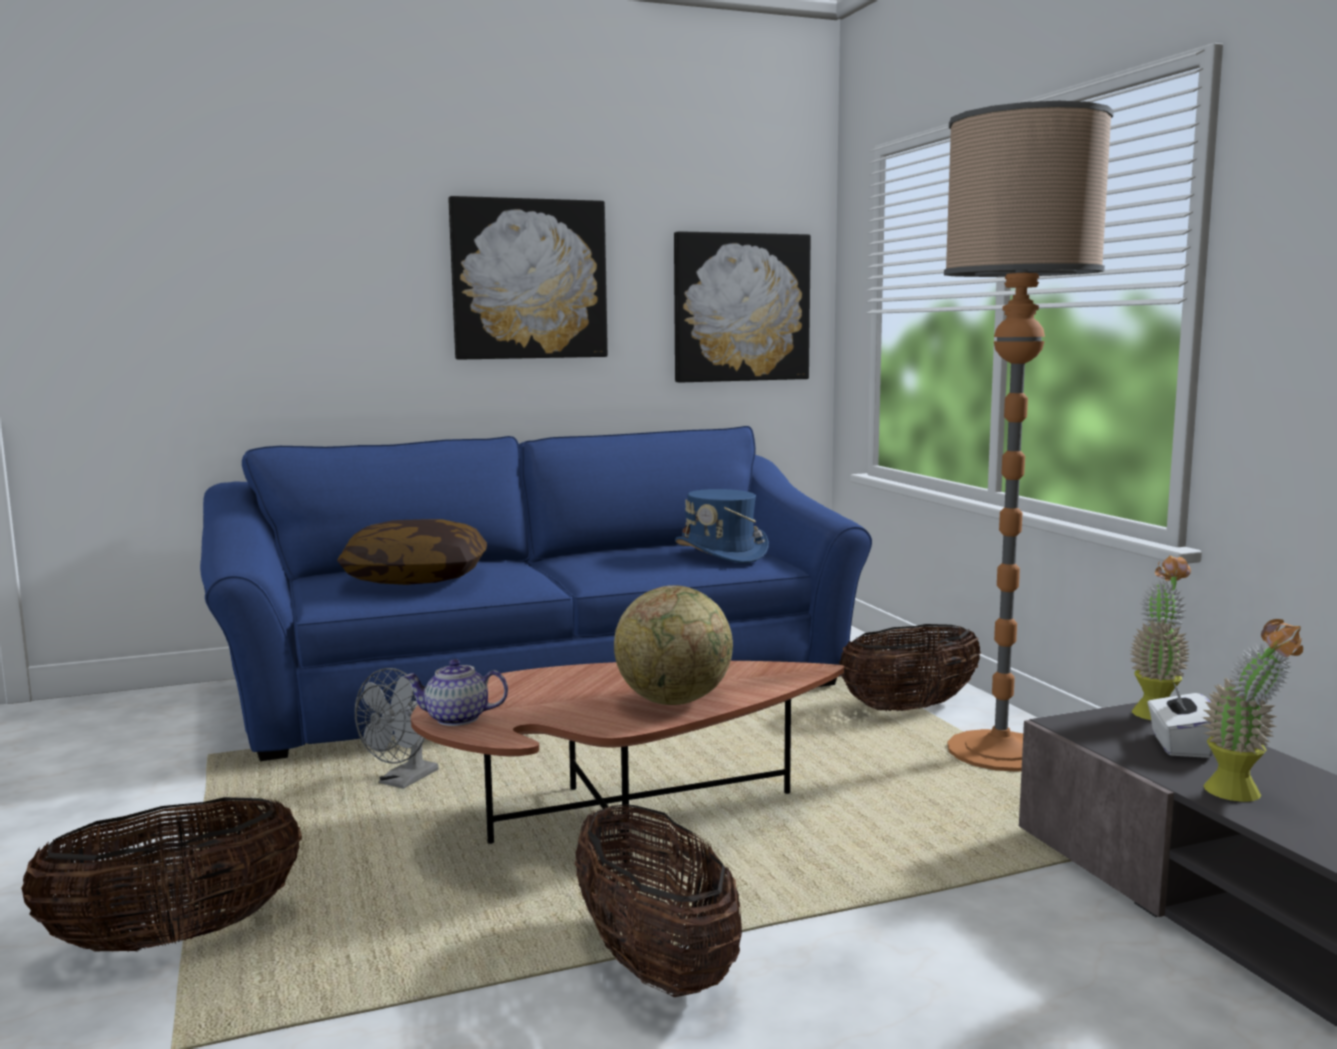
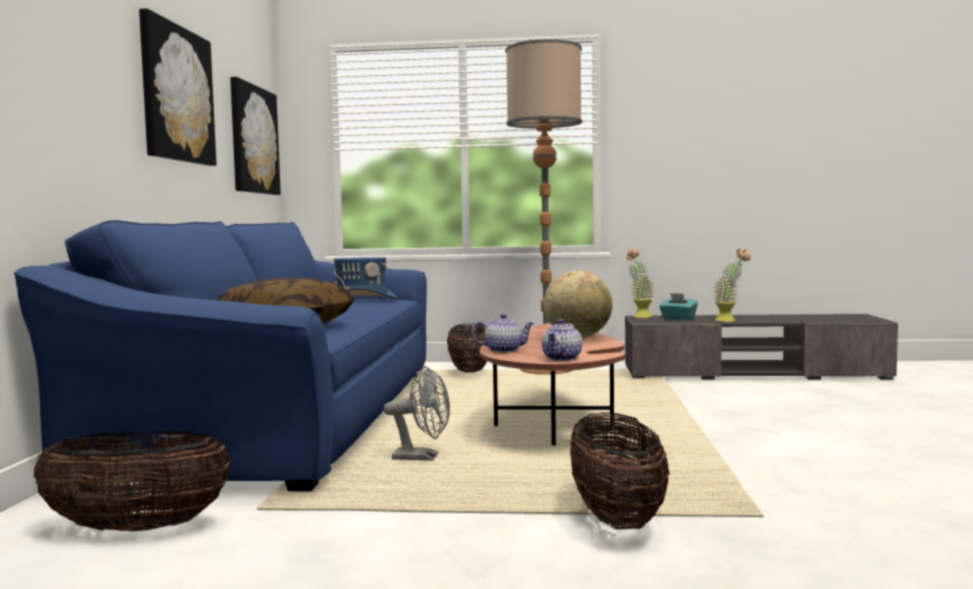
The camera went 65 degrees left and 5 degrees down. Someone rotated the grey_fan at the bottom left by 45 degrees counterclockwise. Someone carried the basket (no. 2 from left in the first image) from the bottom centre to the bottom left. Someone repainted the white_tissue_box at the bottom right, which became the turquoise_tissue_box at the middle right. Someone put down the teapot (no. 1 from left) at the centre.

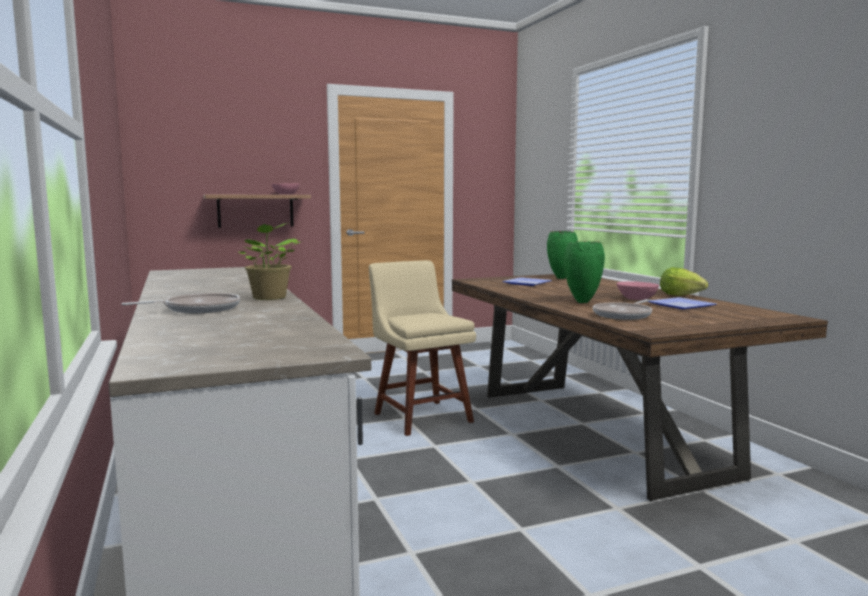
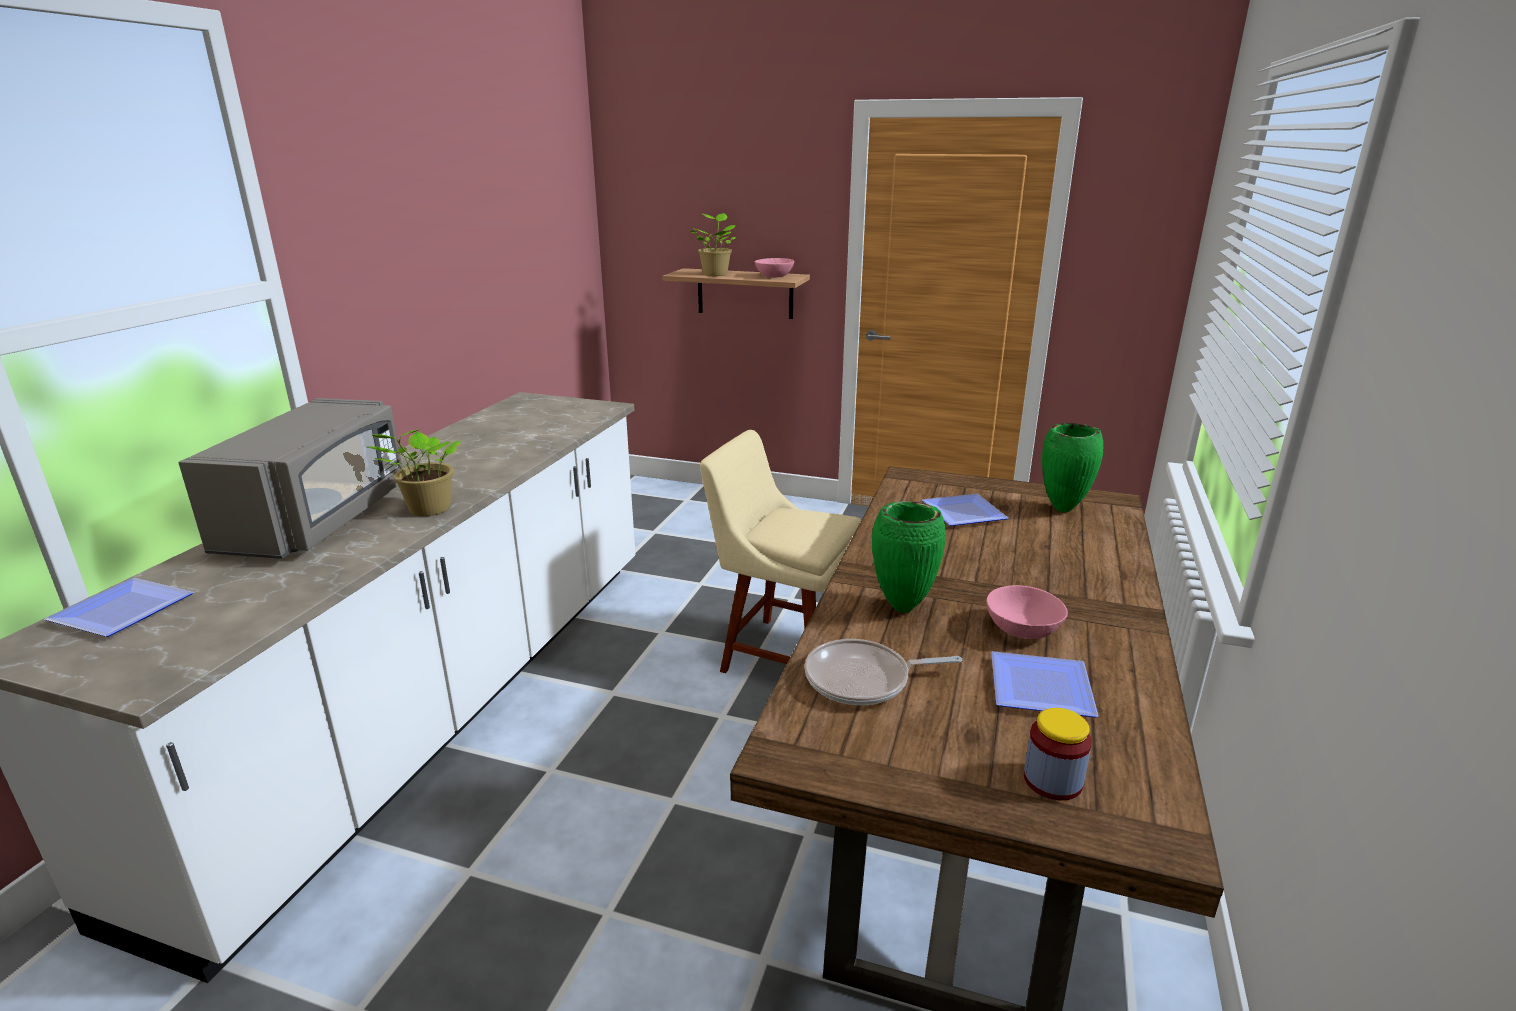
The camera went 40 degrees right and 15 degrees up. Someone swapped the frying_pan (no. 1 from left) at the middle left for the grey_microwave at the middle left. Someone rotated the beige_chair at the centre by 75 degrees counterclockwise. Someone took away the lettuce at the middle right. Someone put down the plate (no. 1 from left) at the middle left. Someone put down the potted_plant (no. 2 from left) at the top centre. Someone put down the jar at the bottom right.

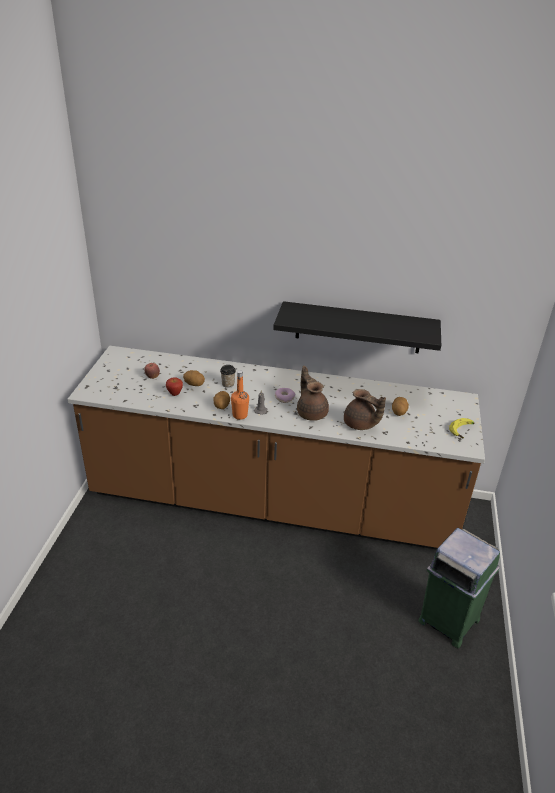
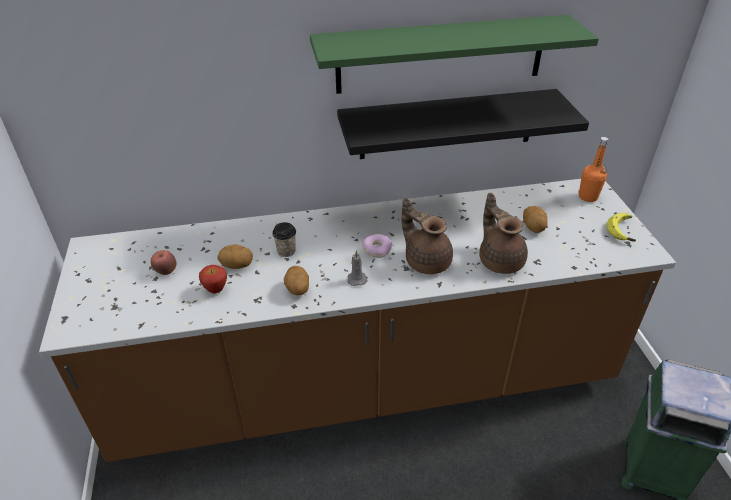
The camera went 20 degrees left and 5 degrees up. Someone carried the orange_bottle from the centre to the middle right. Someone rotated the brown_teapot (no. 2 from left) at the centre by 135 degrees counterclockwise. Someone put up the green_shelf at the top centre.

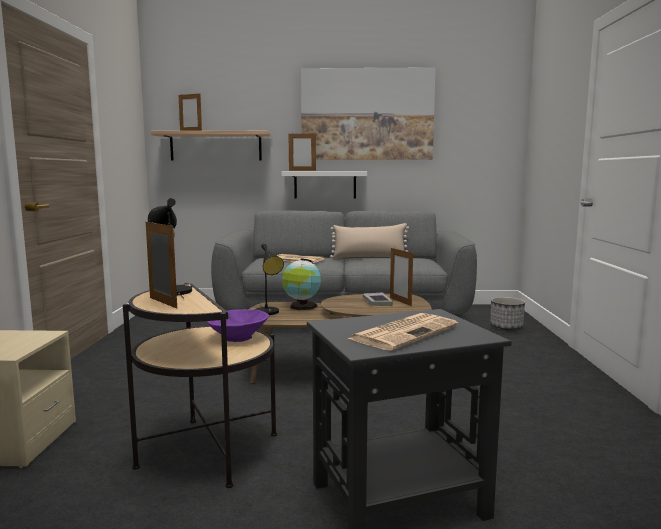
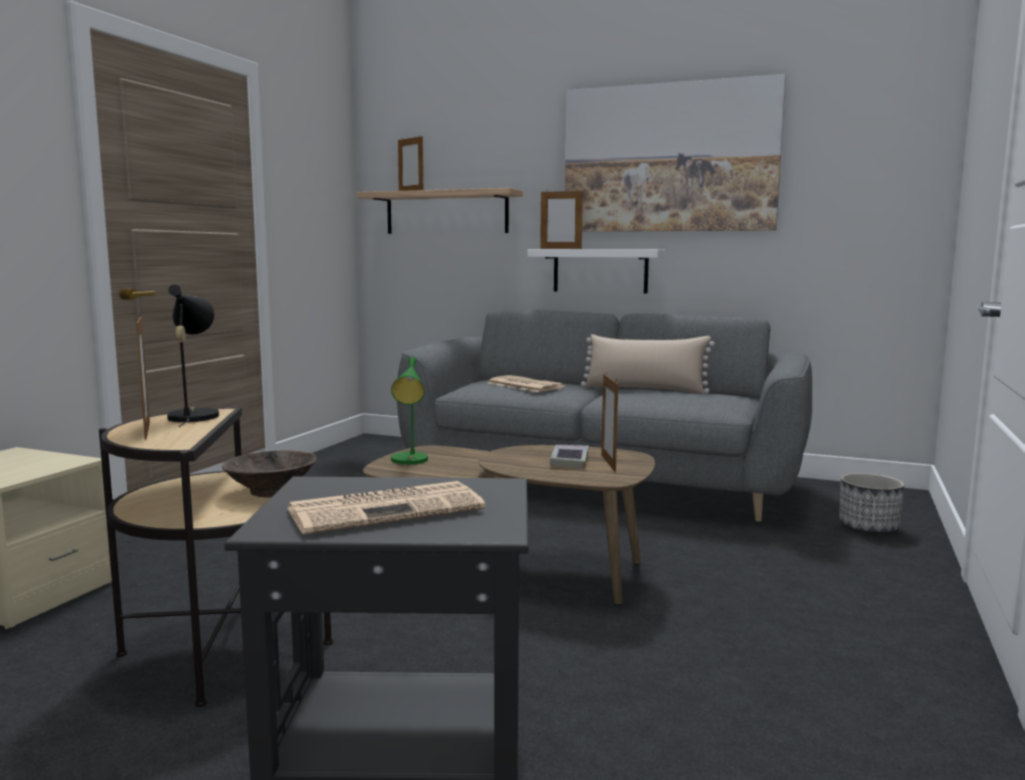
The camera went 20 degrees right and 0 degrees up. Someone repainted the purple_bowl at the centre, which became the brown_bowl at the middle left. Someone repainted the black_table_lamp (no. 2 from left) at the centre, which became the green_table_lamp at the centre. Someone took away the globe at the centre.

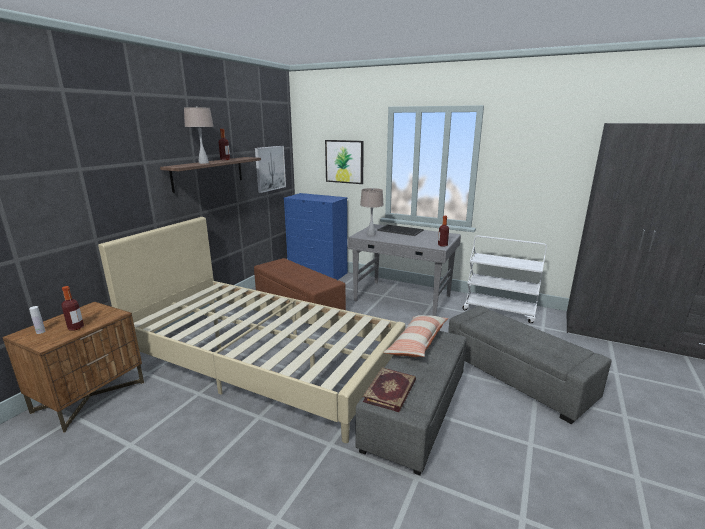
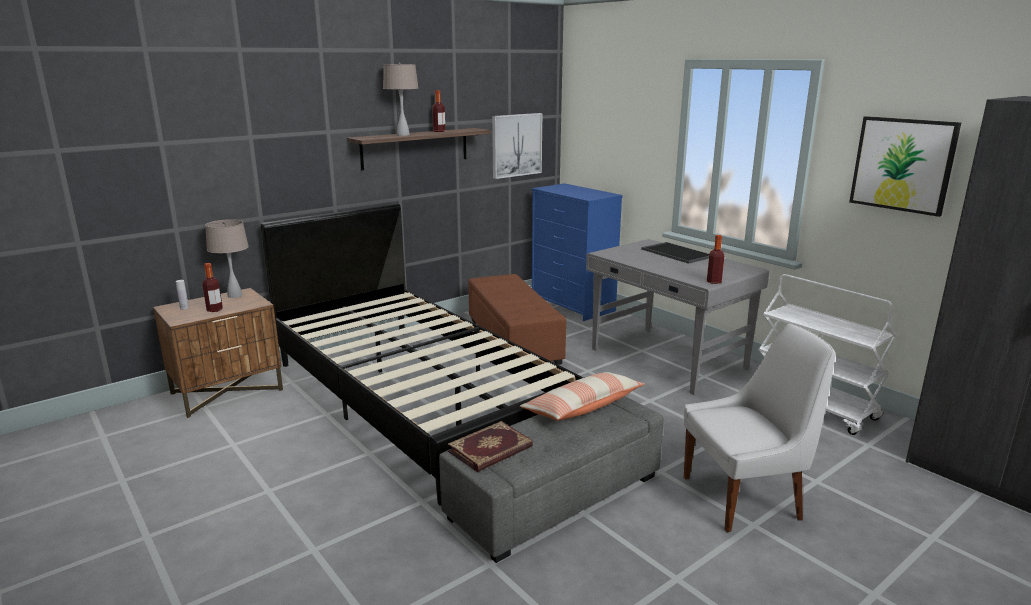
The camera went 25 degrees right and 0 degrees up. Someone repainted the beige_bed at the centre, which became the black_bed at the centre. Someone carried the picture (no. 2 from left) from the top centre to the top right. Someone carried the beige_table_lamp (no. 2 from left in the first image) from the centre to the middle left. Someone swapped the grey_ottoman (no. 2 from left) at the bottom right for the white_chair at the bottom right.

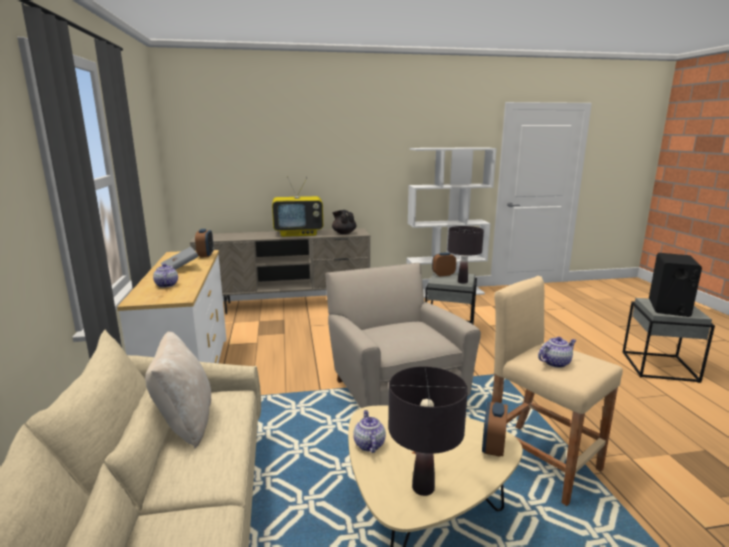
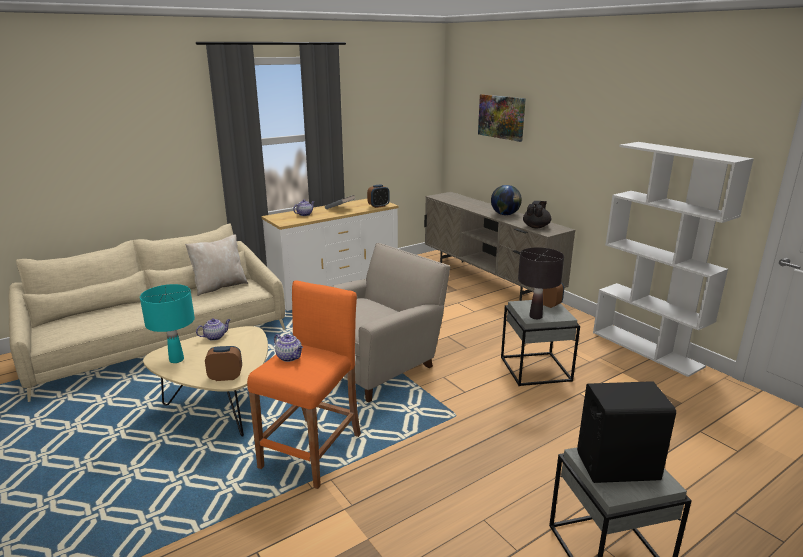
The camera went 65 degrees right and 5 degrees up. Someone swapped the television at the centre for the globe at the centre. Someone repainted the black_table_lamp (no. 1 from left) at the bottom centre, which became the turquoise_table_lamp at the middle left. Someone repainted the beige_stool at the bottom right, which became the orange_stool at the bottom centre. Someone put up the picture at the top centre.

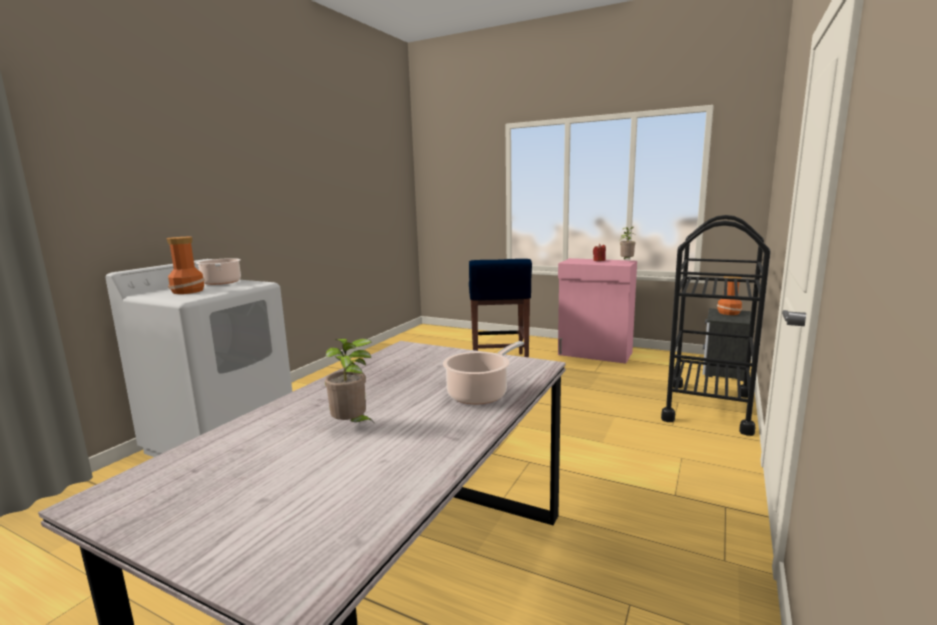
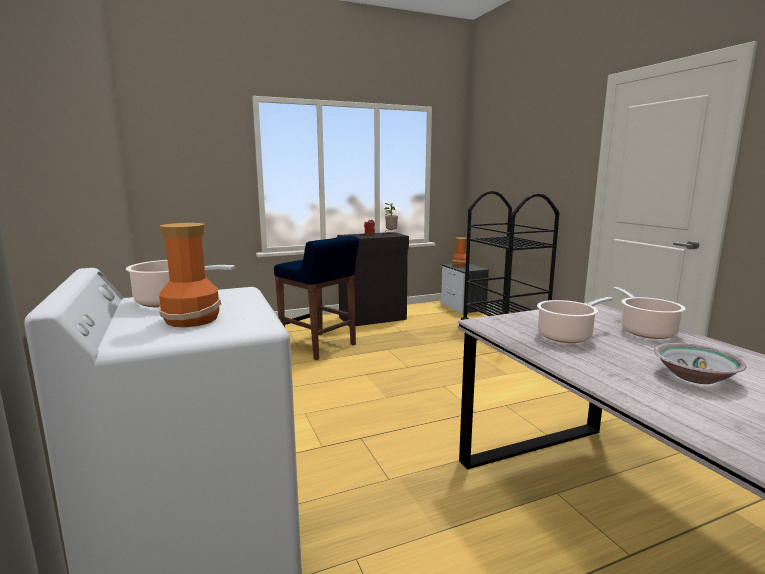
The camera went 50 degrees left and 0 degrees up. Someone swapped the potted_plant (no. 1 from left) at the centre for the bowl at the middle right. Someone repainted the pink_cabinet at the centre, which became the black_cabinet at the centre. Someone put down the cooking_pot (no. 2 from left) at the middle right.

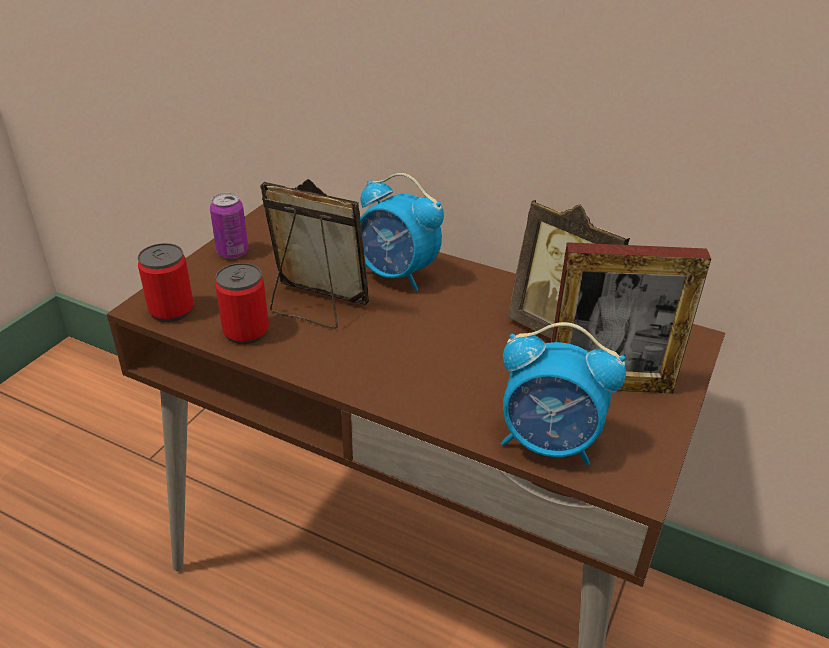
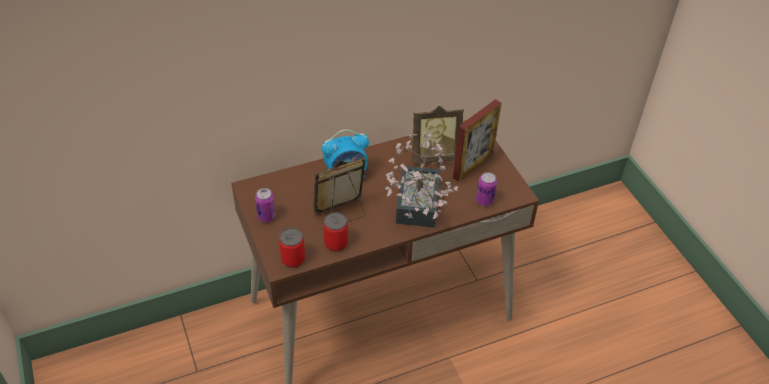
The camera went 50 degrees left and 10 degrees up. Someone swapped the alarm_clock (no. 2 from left) at the middle right for the can (no. 4 from left) at the centre. Someone put down the potted_plant at the centre.

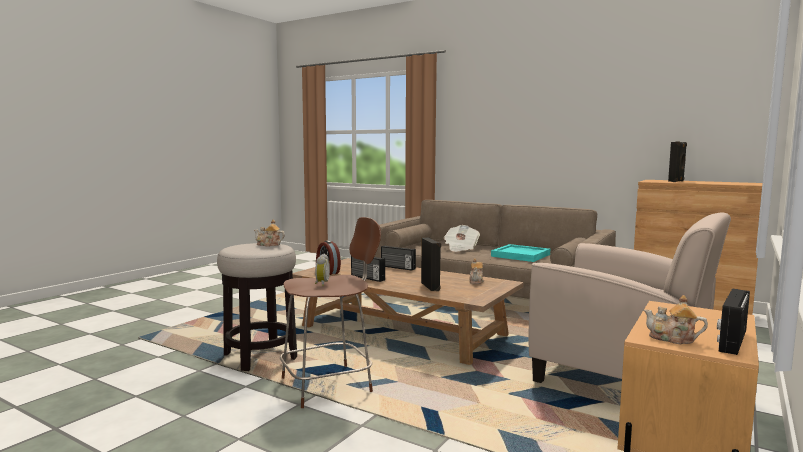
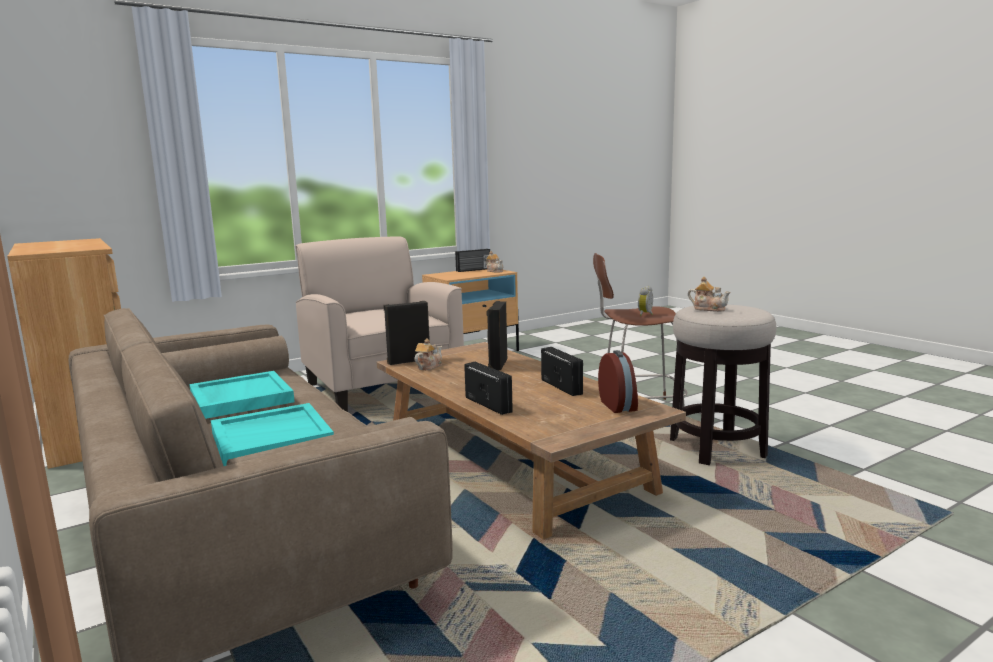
The camera went 155 degrees left and 5 degrees up. Someone swapped the newspaper at the centre for the turquoise_tray (no. 2 from left) at the middle left. Someone carried the black_speaker (no. 2 from left in the first image) from the middle right to the centre.

